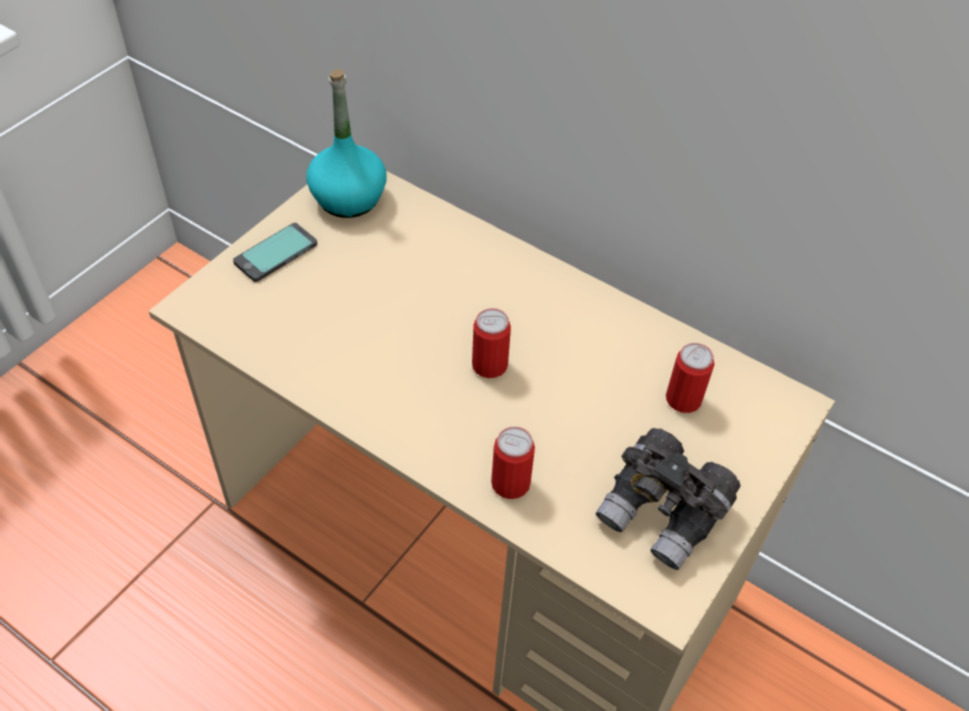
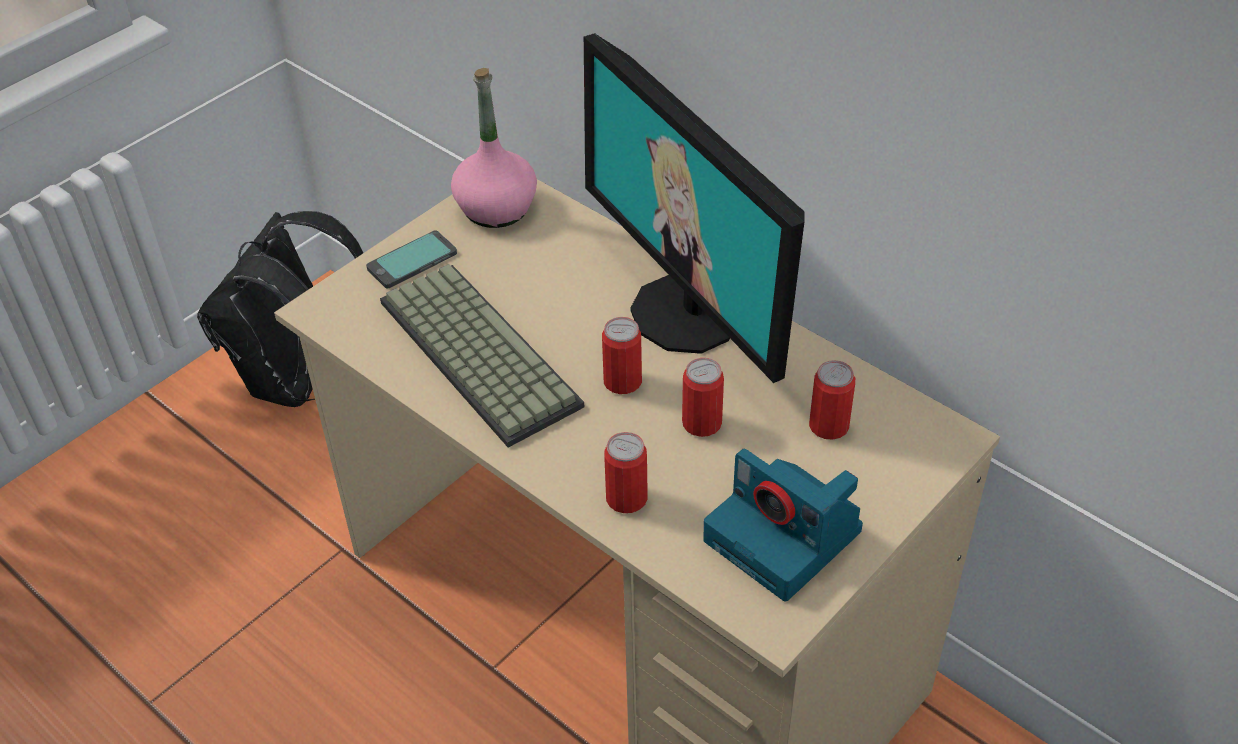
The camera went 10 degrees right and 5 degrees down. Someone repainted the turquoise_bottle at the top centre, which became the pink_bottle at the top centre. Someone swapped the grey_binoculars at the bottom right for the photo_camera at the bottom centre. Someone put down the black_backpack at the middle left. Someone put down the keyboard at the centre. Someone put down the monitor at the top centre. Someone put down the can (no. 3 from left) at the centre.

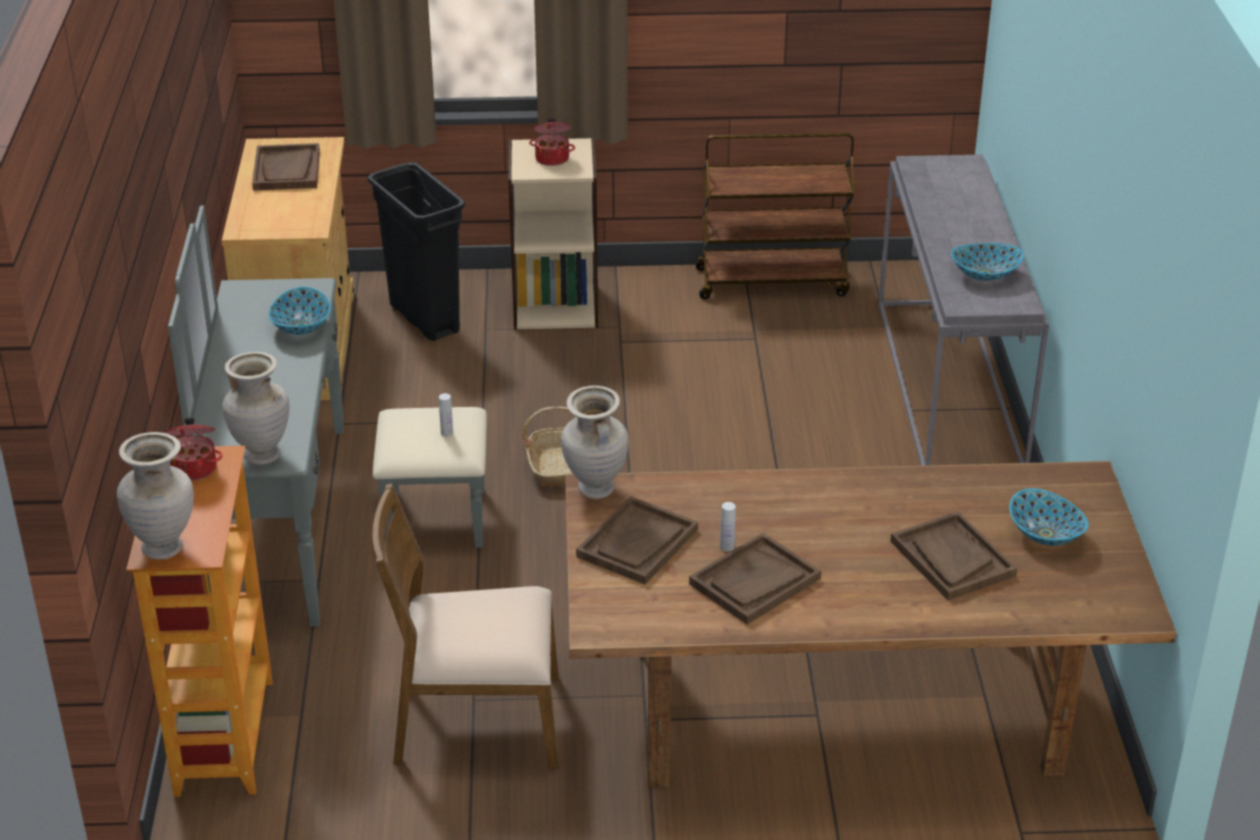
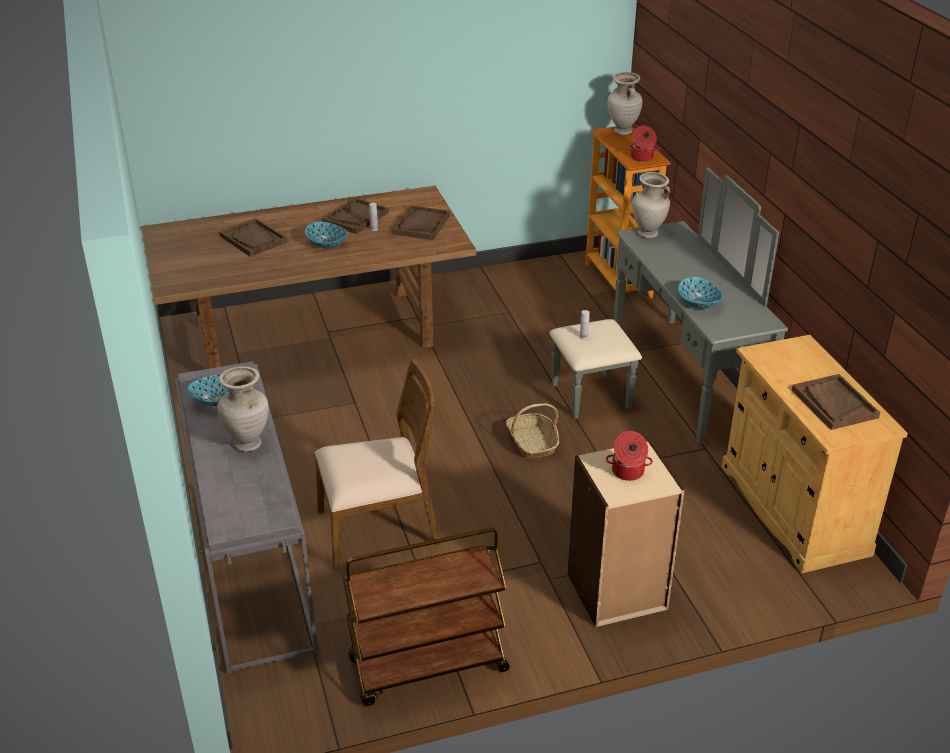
The camera went 165 degrees right and 0 degrees up. Someone took away the black_trash_can at the top left. Someone carried the brown_chair from the bottom centre to the centre. Someone carried the beige_vase (no. 3 from left in the first image) from the centre to the middle left. Someone carried the bowl (no. 3 from left in the first image) from the middle right to the top centre.

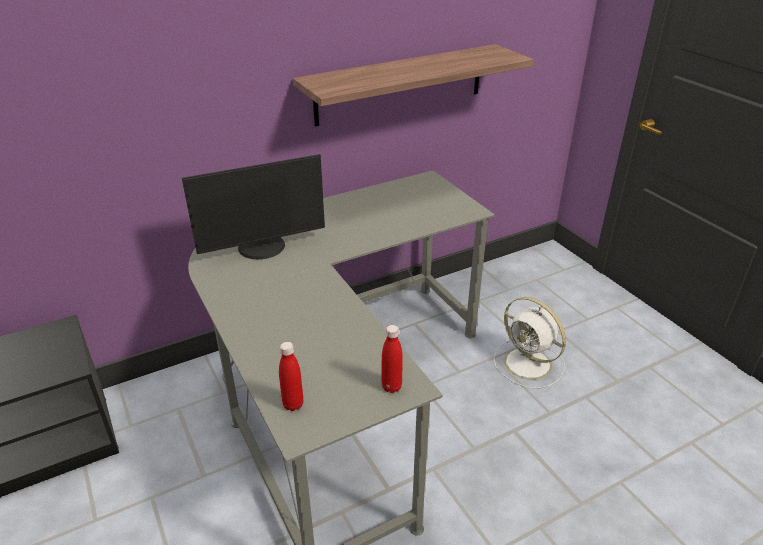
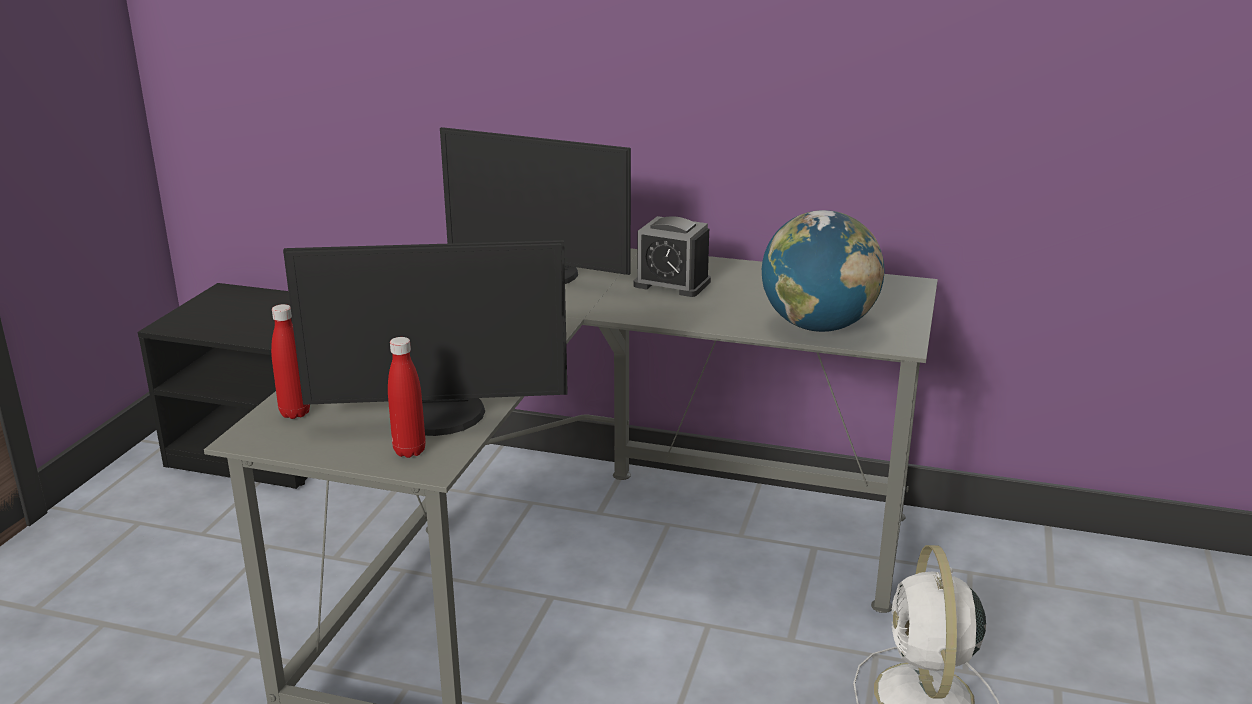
The camera went 45 degrees right and 10 degrees down. Someone took away the shelf at the top centre. Someone put down the monitor (no. 1 from left) at the centre. Someone put down the alarm_clock at the centre. Someone put down the globe at the centre.

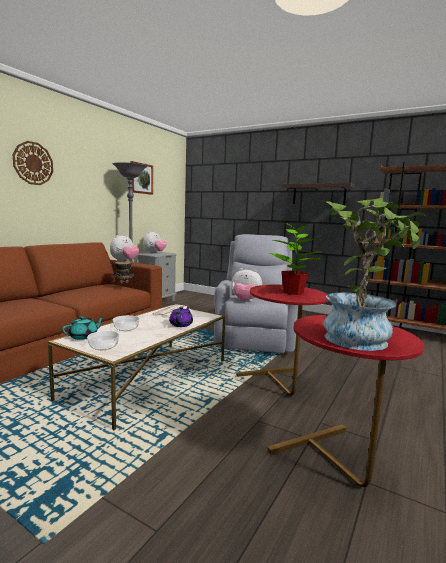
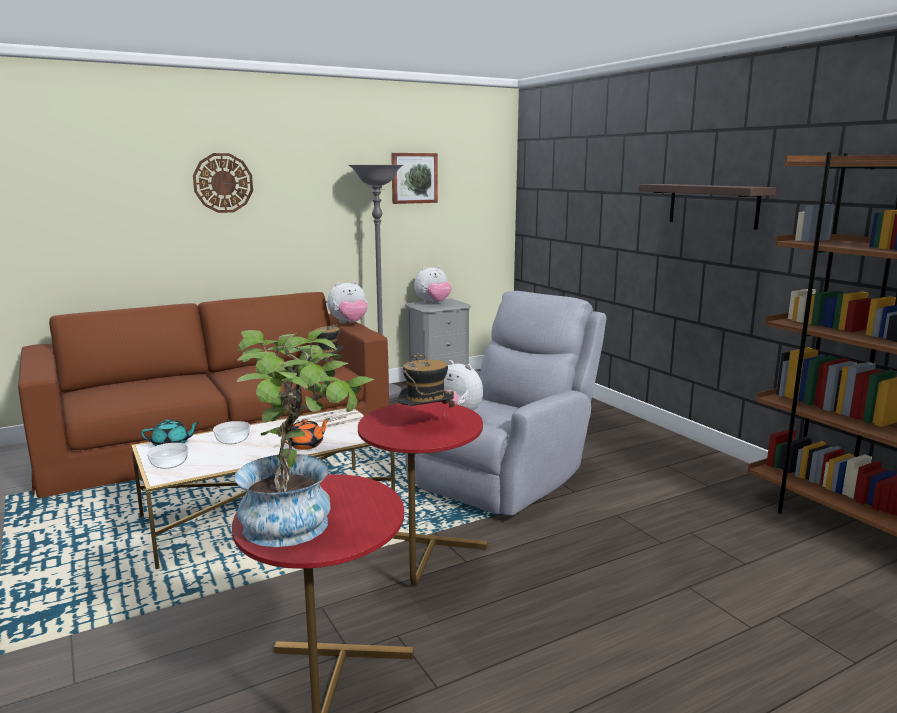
The camera went 30 degrees right and 5 degrees up. Someone repainted the purple_teapot at the centre, which became the orange_teapot at the centre. Someone swapped the potted_plant (no. 1 from left) at the centre for the hat (no. 2 from left) at the centre.

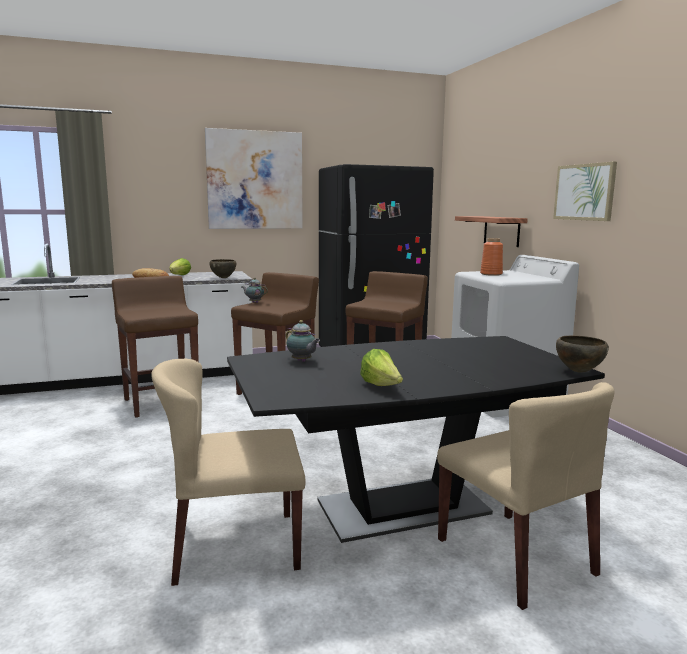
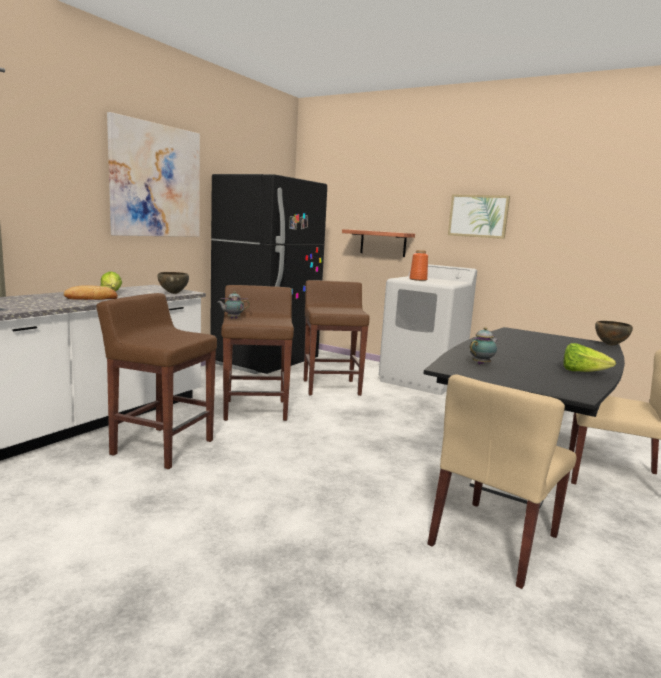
The camera went 40 degrees left and 0 degrees up. Someone rotated the teapot (no. 2 from left) at the centre by 45 degrees counterclockwise.

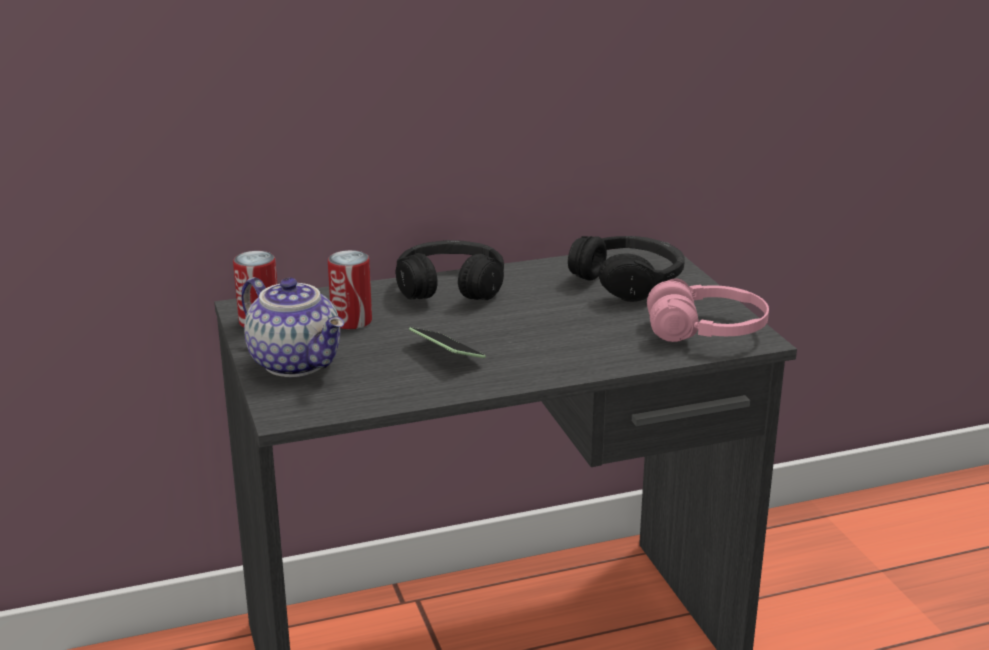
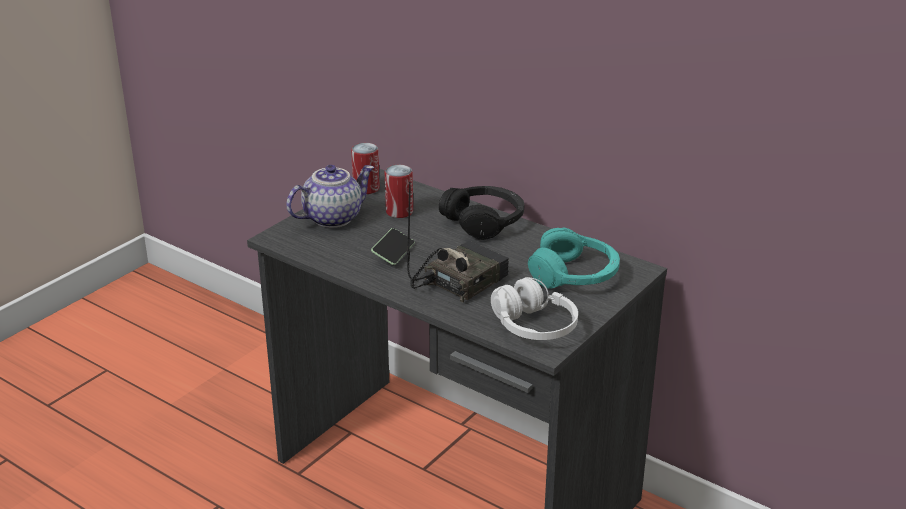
The camera went 55 degrees right and 5 degrees up. Someone rotated the teapot at the middle left by 135 degrees counterclockwise. Someone repainted the black_headphones (no. 2 from left) at the centre, which became the turquoise_headphones at the centre. Someone repainted the pink_headphones at the middle right, which became the white_headphones at the centre. Someone put down the radio at the centre.

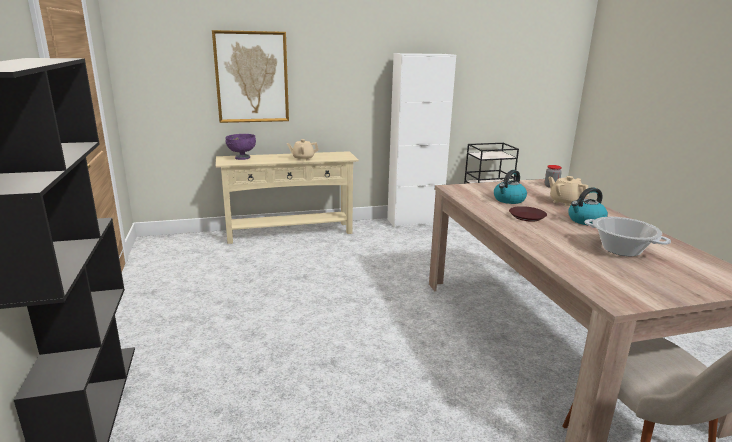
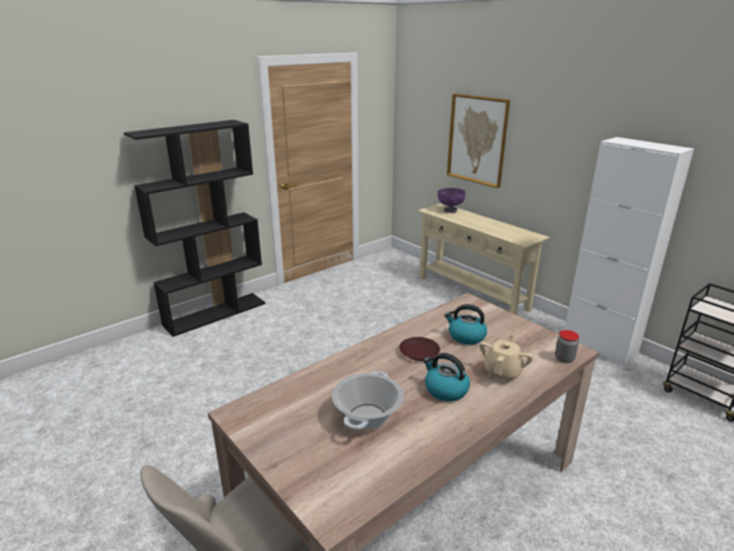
The camera went 65 degrees right and 5 degrees up. Someone took away the beige_teapot (no. 1 from left) at the centre.

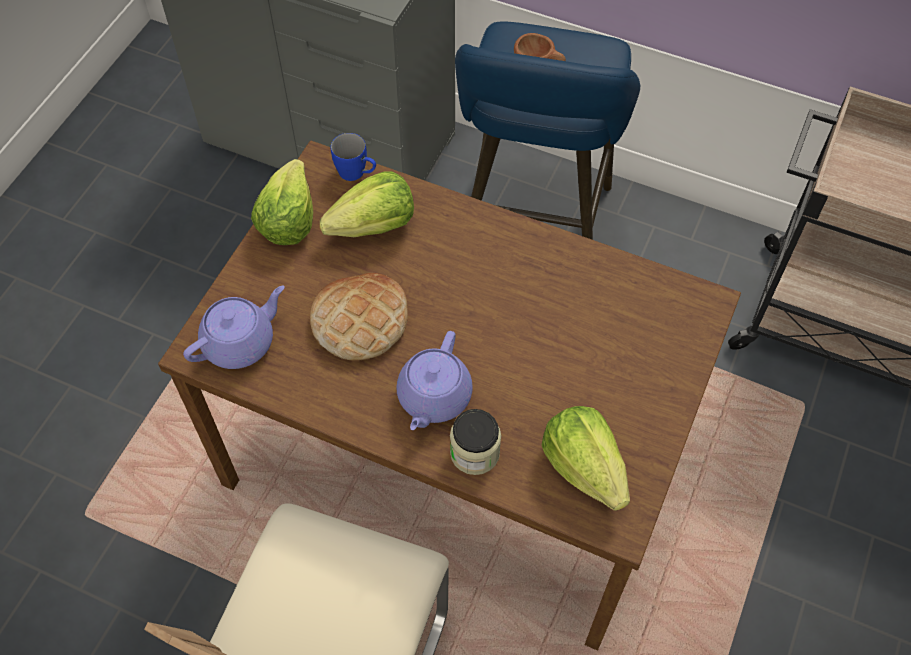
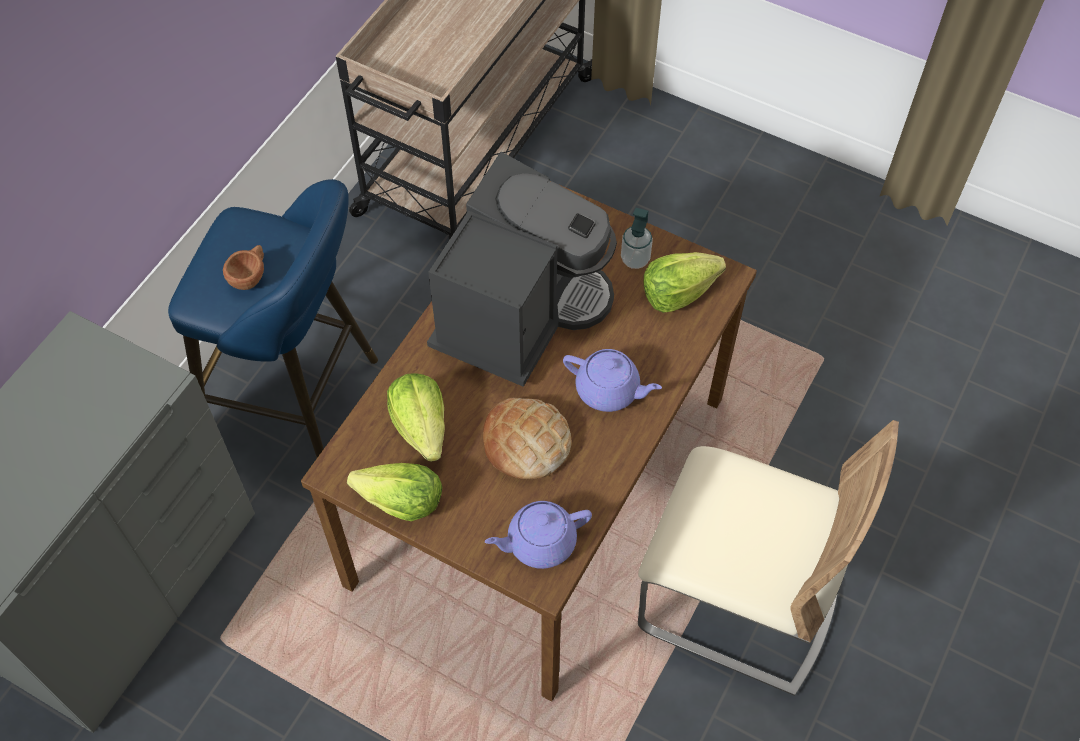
The camera went 85 degrees left and 0 degrees up. Someone rotated the purple_teapot (no. 1 from left) at the middle left by 75 degrees counterclockwise. Someone took away the blue_mug at the top centre. Someone took away the jar at the bottom centre. Someone put down the coffee_machine at the centre. Someone put down the soap_dispenser at the top centre.

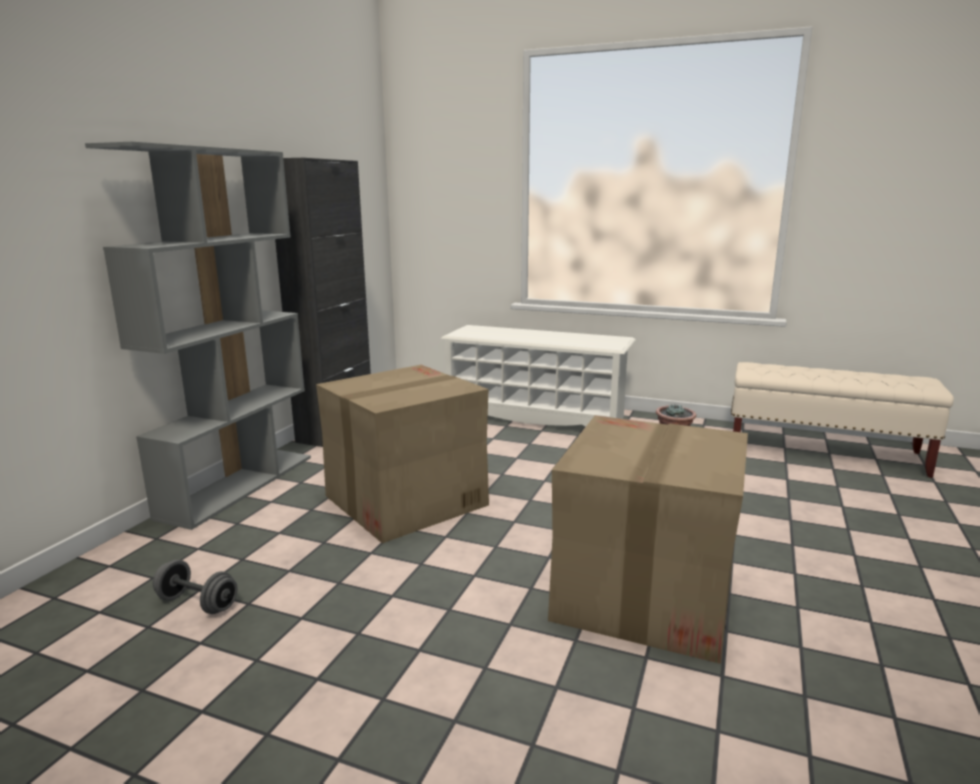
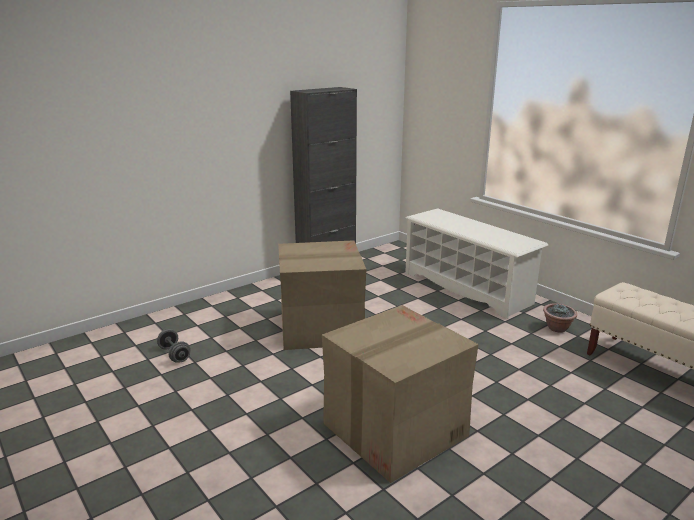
The camera went 30 degrees right and 5 degrees up. Someone took away the grey_bookcase at the middle left.

